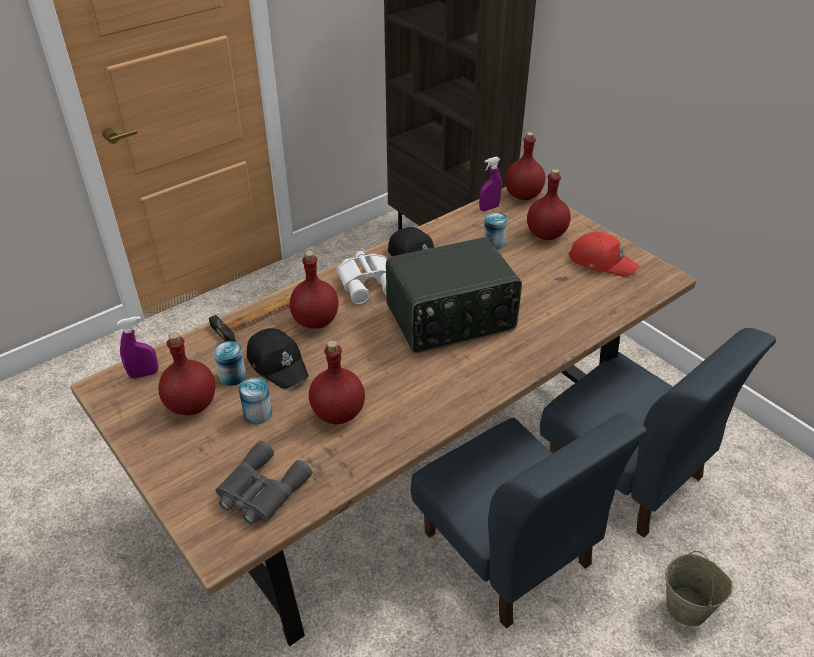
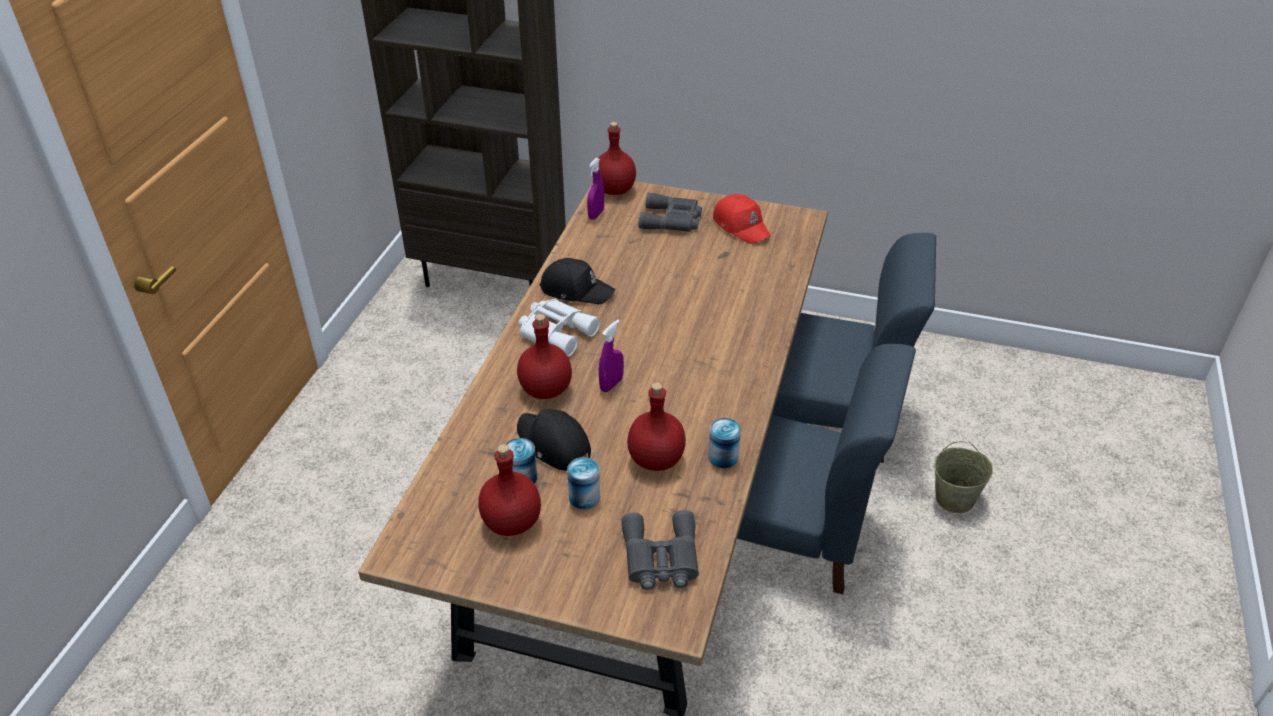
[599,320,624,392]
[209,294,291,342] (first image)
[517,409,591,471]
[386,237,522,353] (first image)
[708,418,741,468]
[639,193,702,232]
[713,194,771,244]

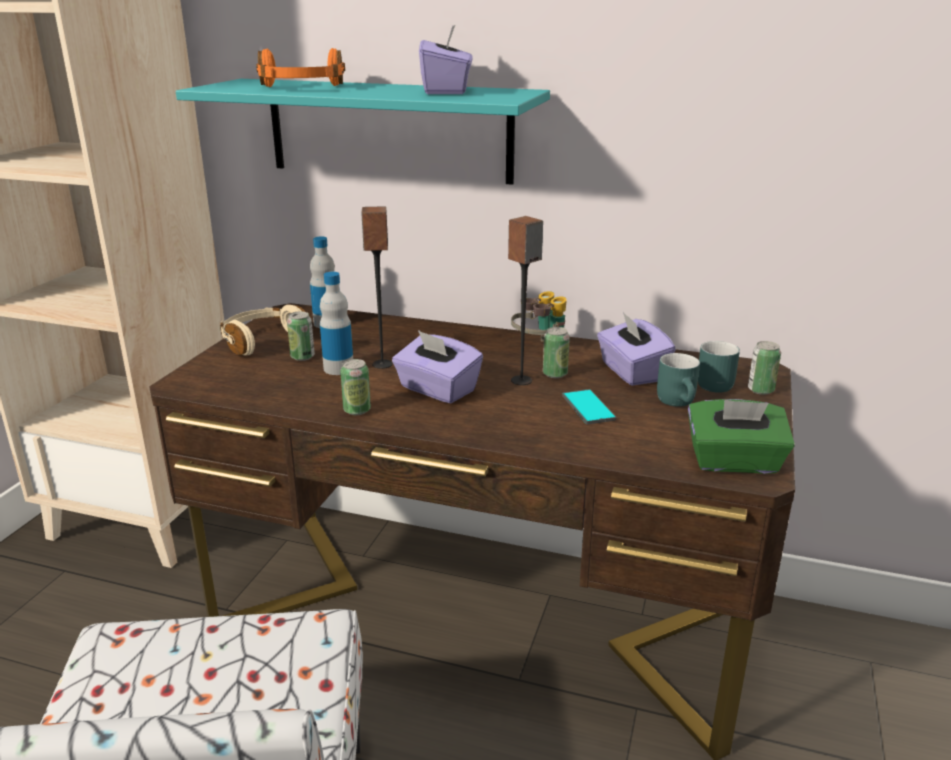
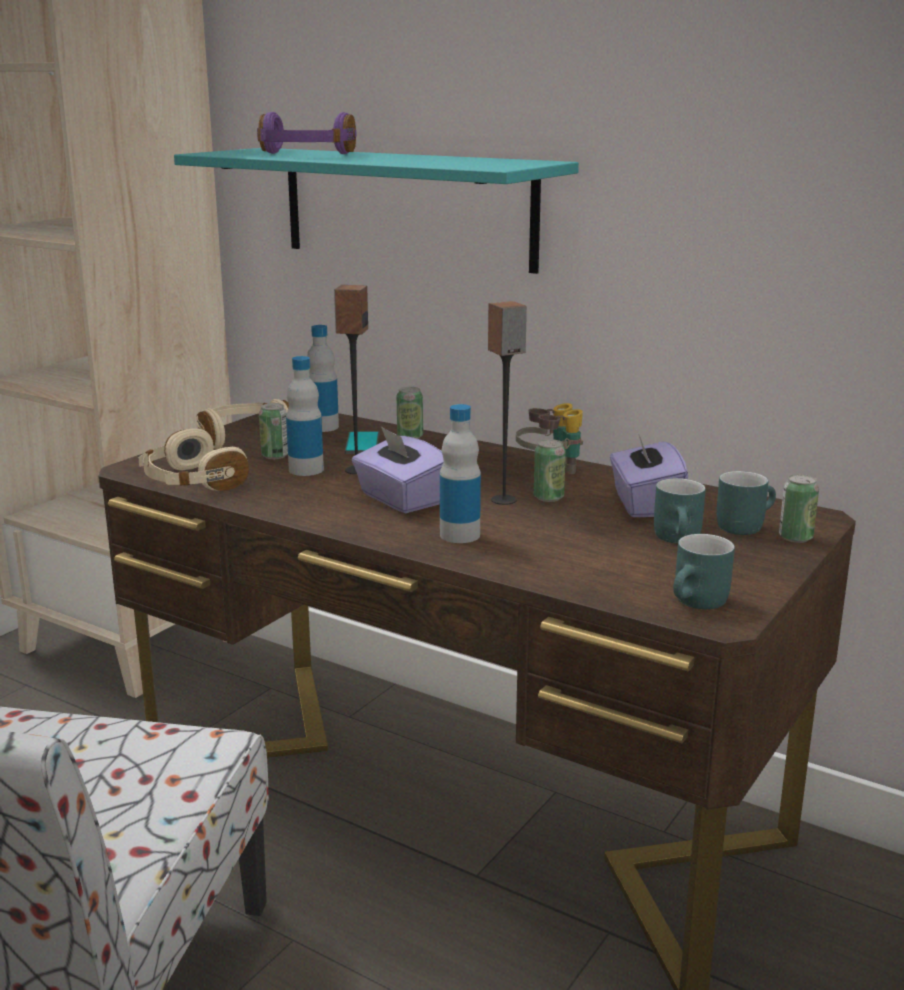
[257,112,356,154]
[397,387,423,439]
[419,24,473,94] (first image)
[345,431,379,454]
[673,534,735,609]
[139,429,249,491]
[440,404,481,543]

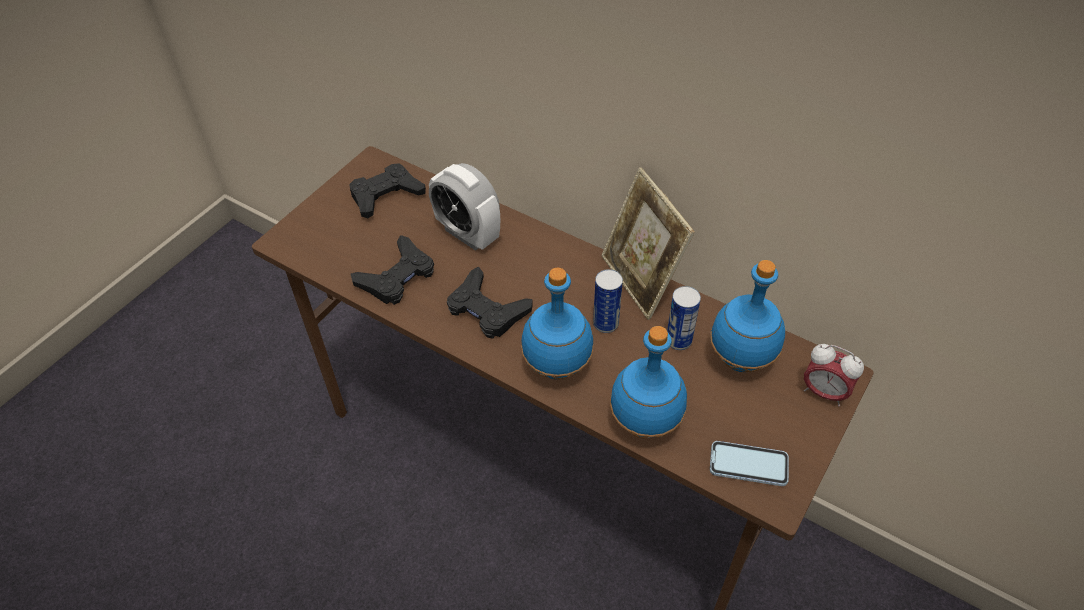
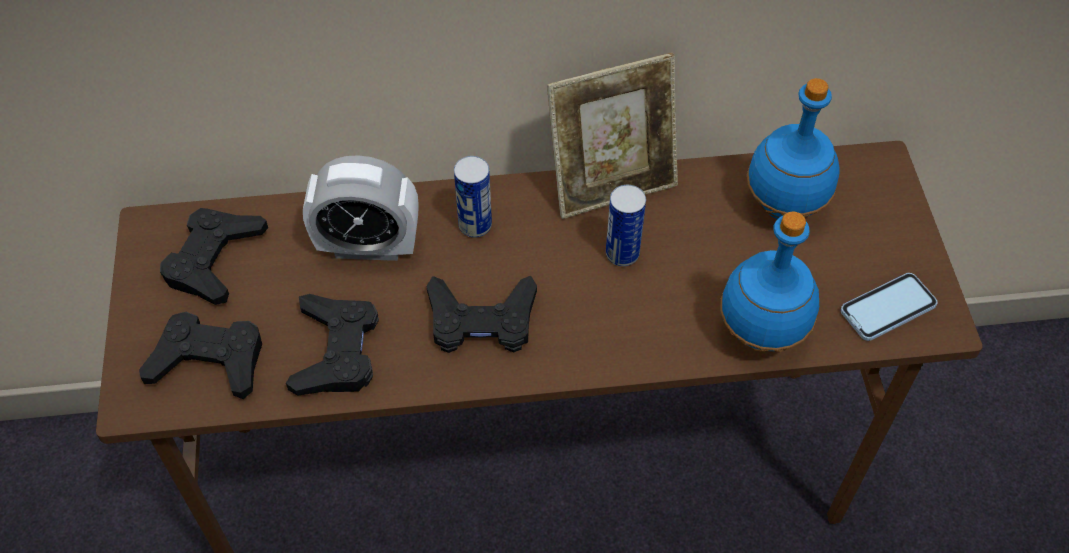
[521,268,594,380] (first image)
[547,53,678,219]
[454,156,492,238]
[804,344,864,407] (first image)
[139,312,262,399]

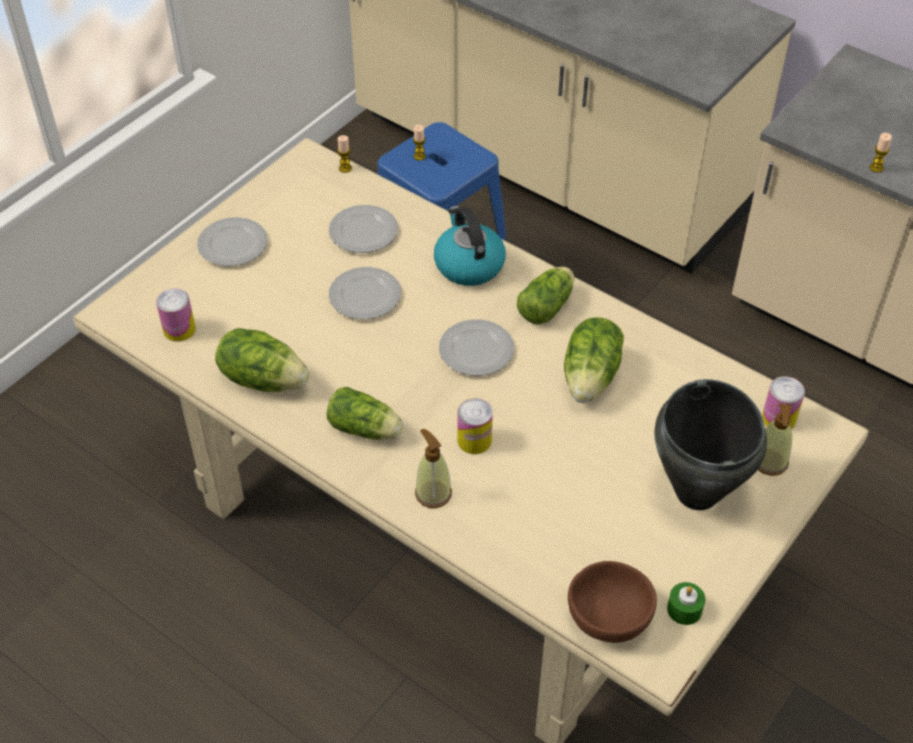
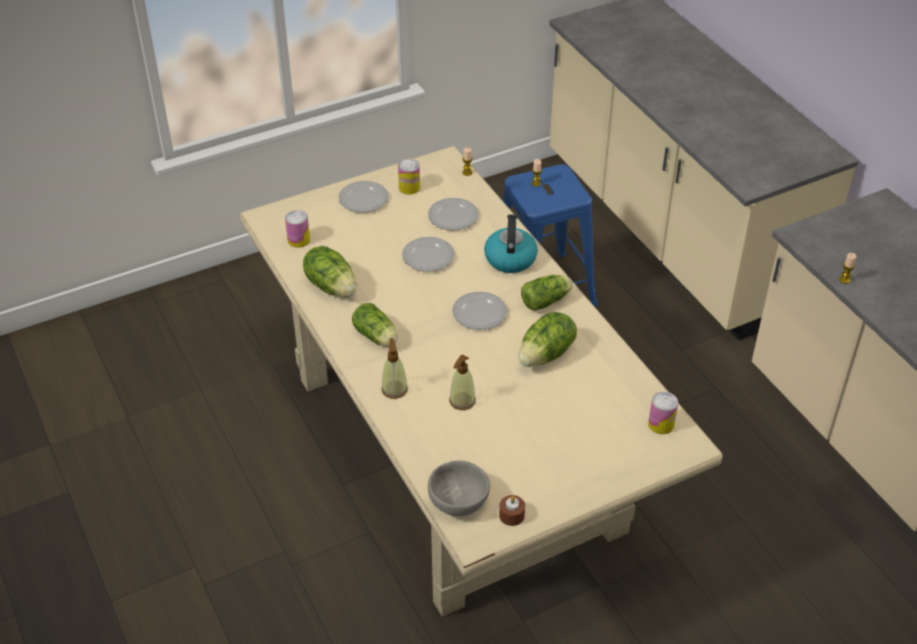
[398,159,420,195]
[428,461,490,516]
[654,379,767,510] (first image)
[499,495,525,526]
[449,354,476,410]

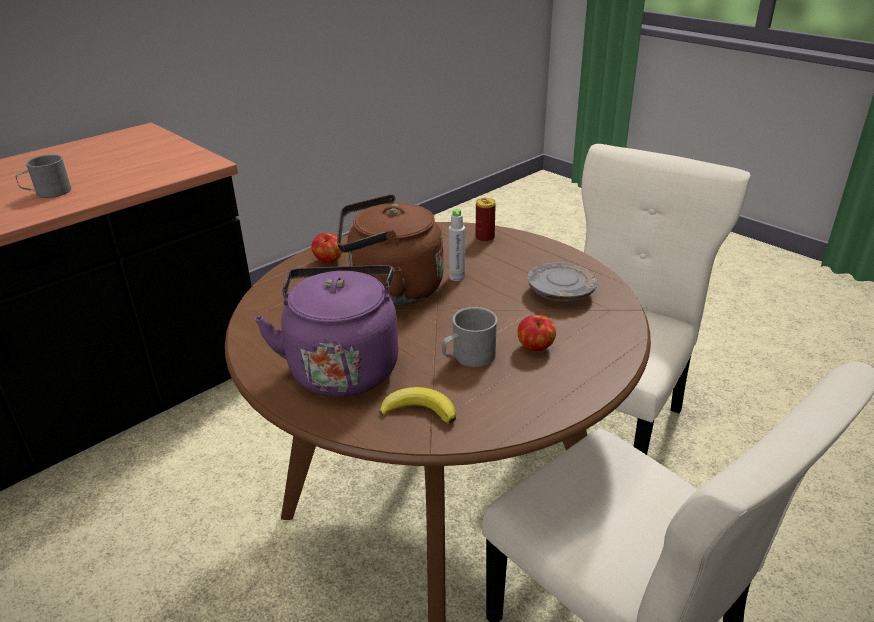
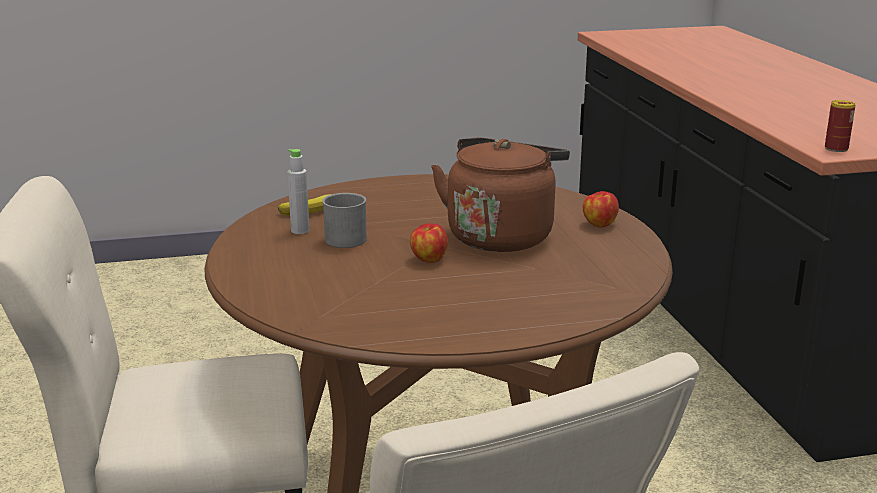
[16,154,71,198] (first image)
[254,265,398,397] (first image)
[288,149,309,234]
[825,100,856,152]
[410,223,448,263]
[527,262,598,302] (first image)

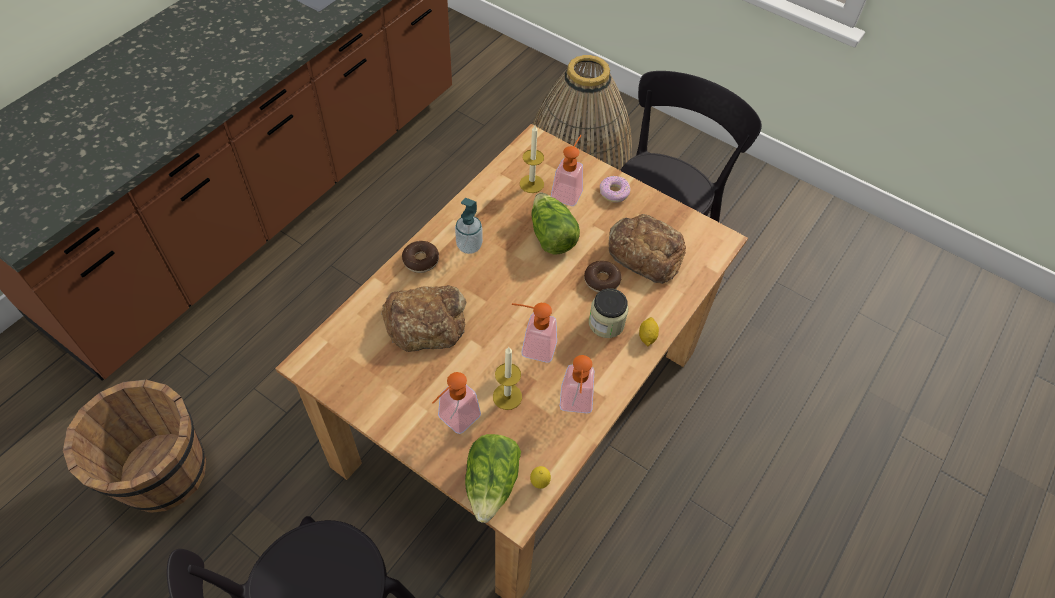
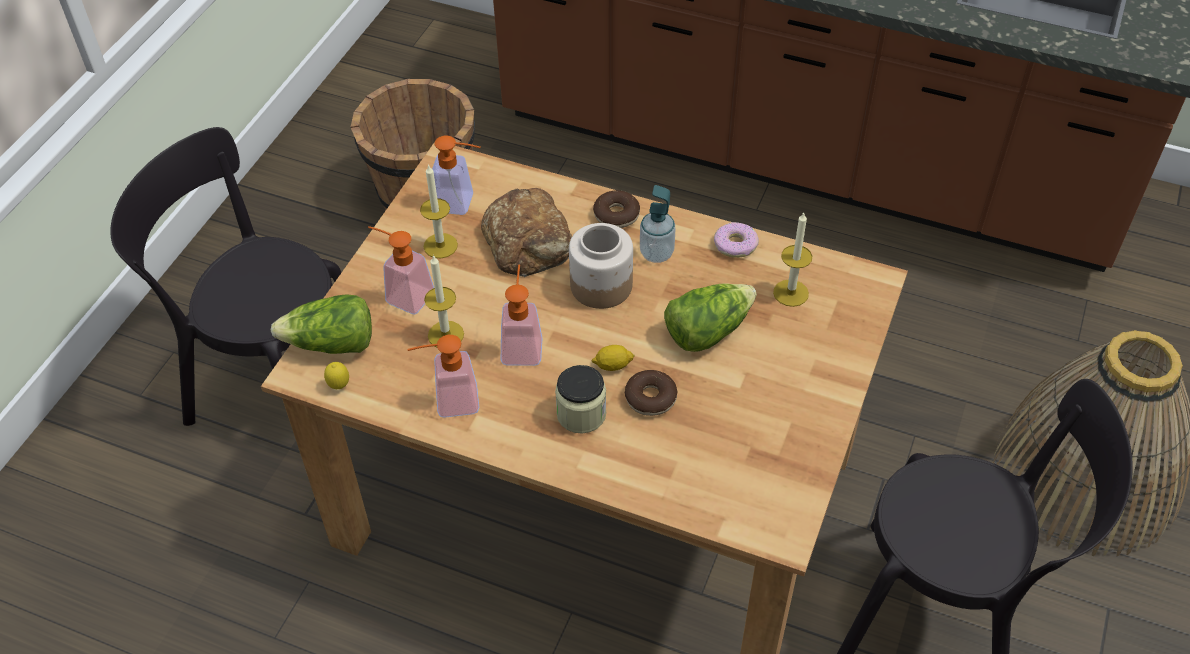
[432,136,481,215]
[714,222,759,258]
[608,214,686,284] (first image)
[592,345,635,371]
[420,164,458,258]
[569,223,633,309]

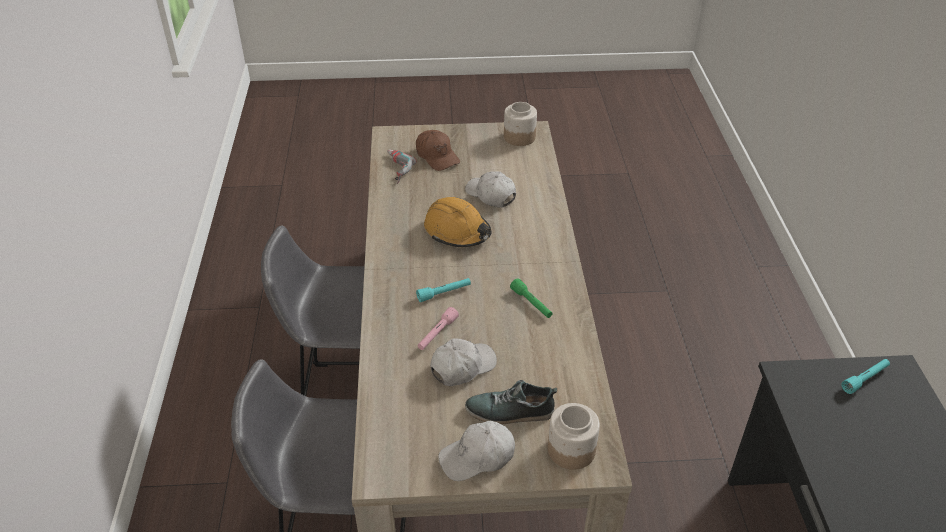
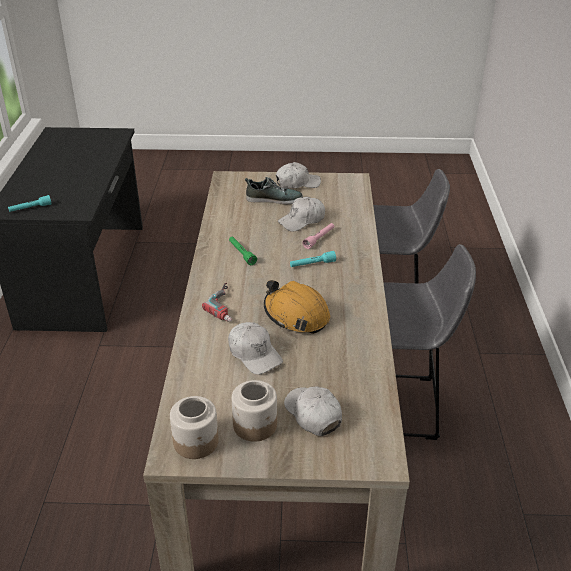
[202,283,232,322]
[284,386,342,436]
[232,380,277,442]

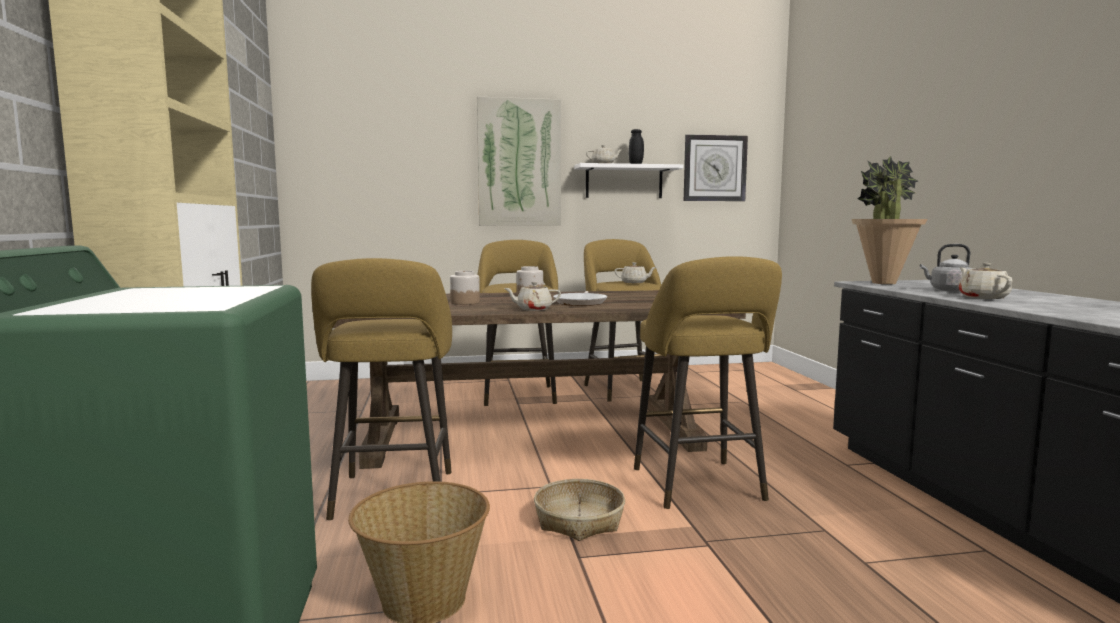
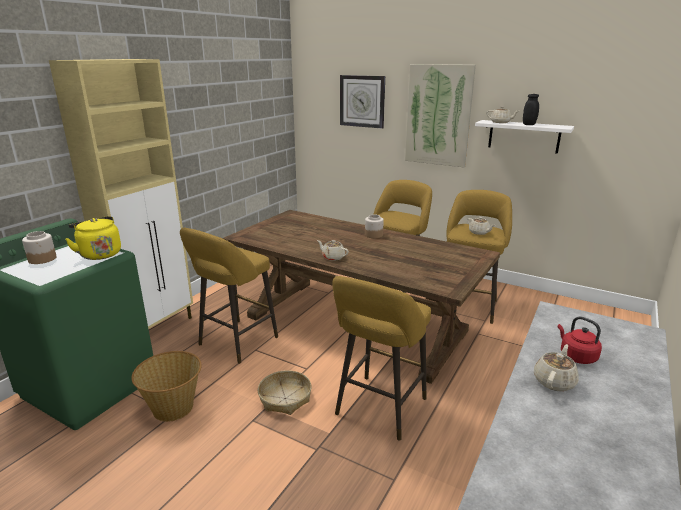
[22,231,57,264]
[553,291,607,306] (first image)
[340,75,385,128]
[852,156,927,284] (first image)
[557,316,602,364]
[65,216,121,260]

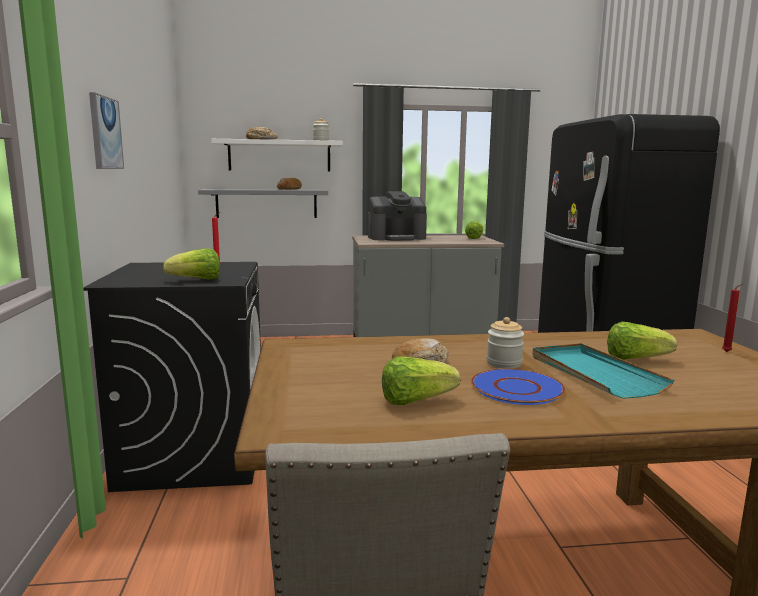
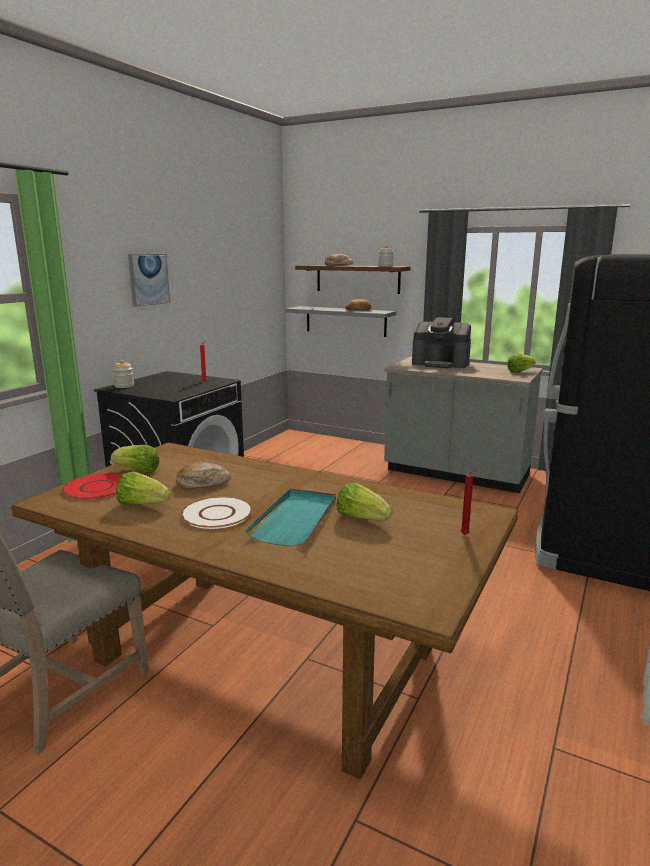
[111,445,160,473]
[295,265,411,294]
[181,497,253,529]
[112,360,134,388]
[62,473,122,500]

